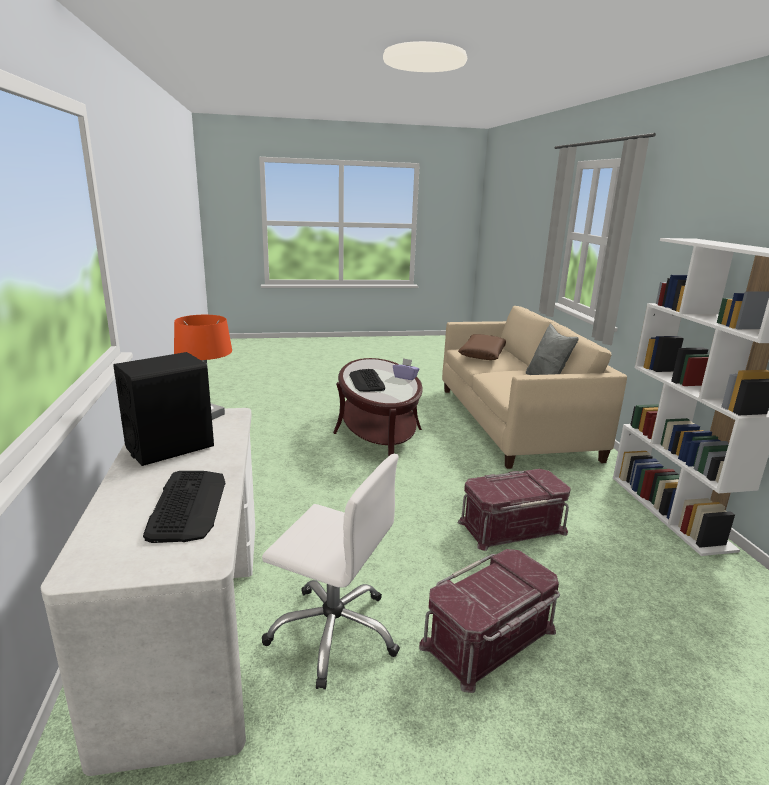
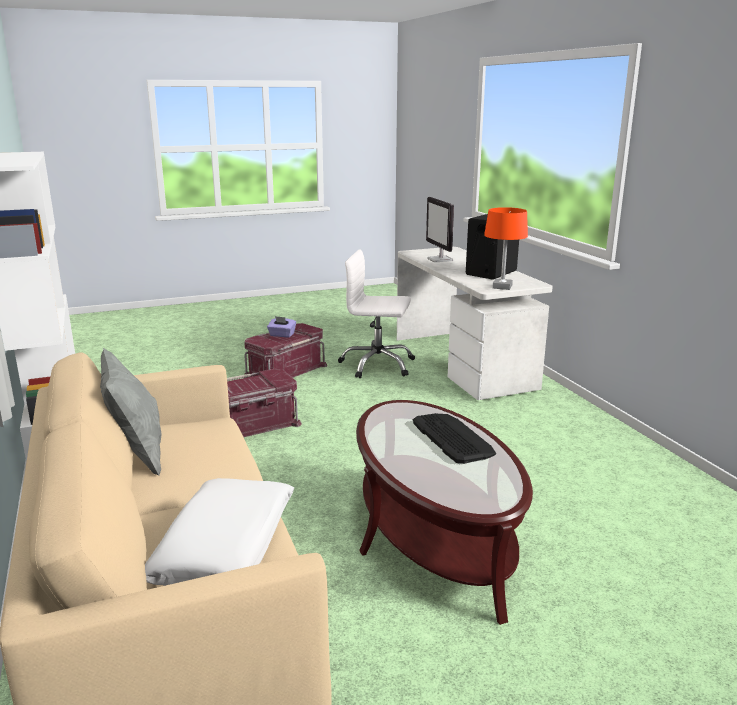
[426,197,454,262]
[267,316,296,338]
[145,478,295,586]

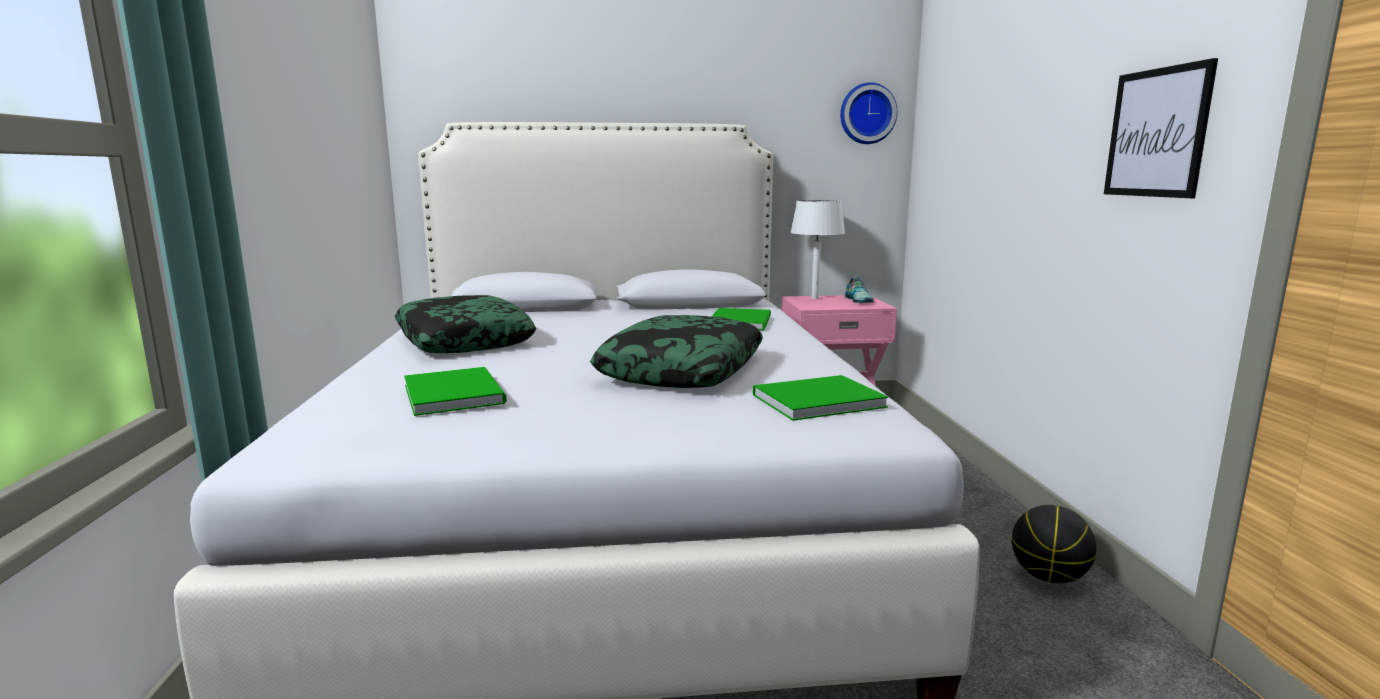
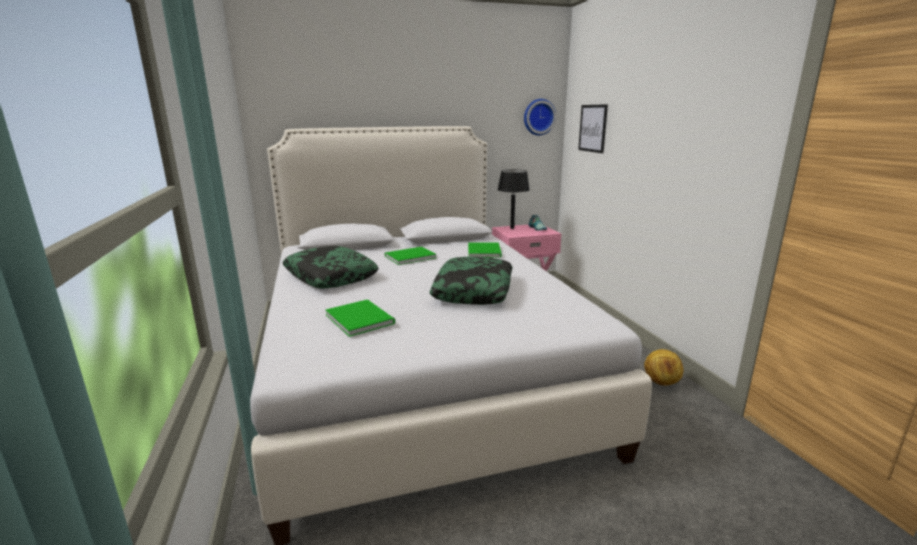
[385,247,436,265]
[498,169,530,229]
[644,349,684,386]
[578,104,608,153]

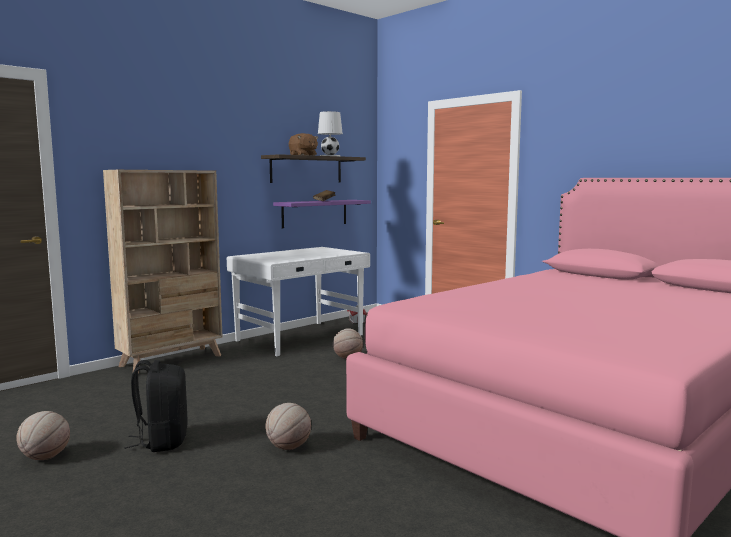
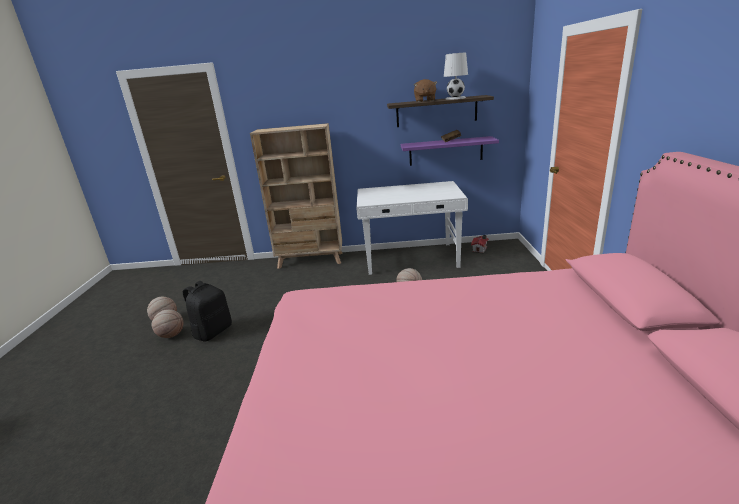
[152,309,184,338]

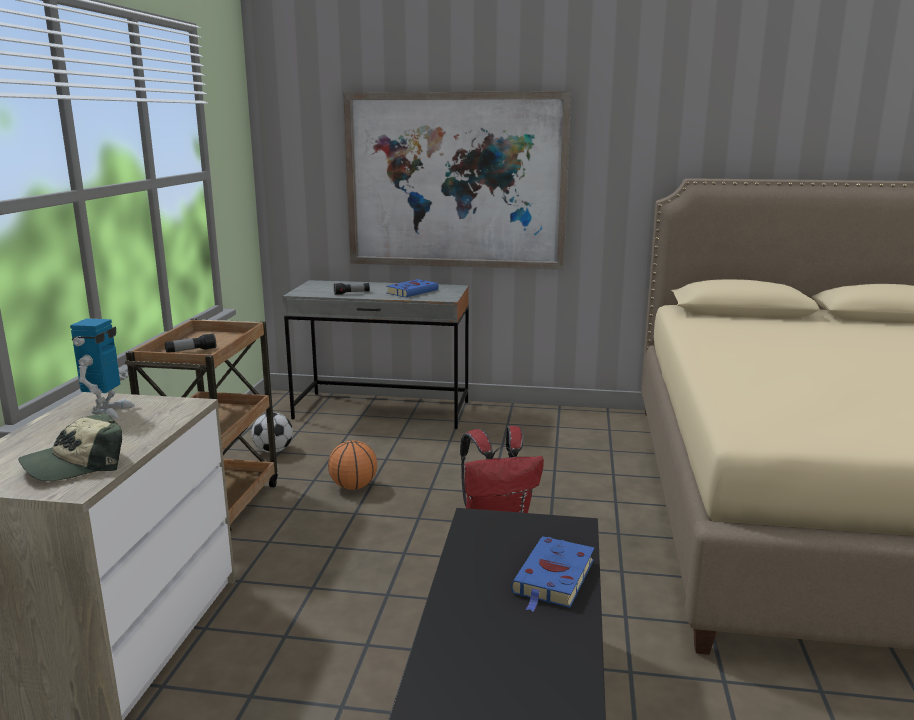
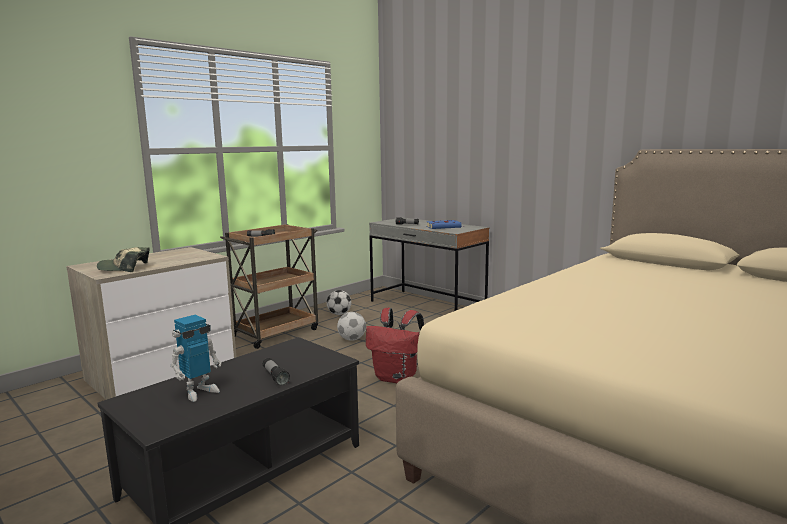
[170,315,221,402]
[337,312,366,341]
[343,91,571,270] (first image)
[263,358,290,386]

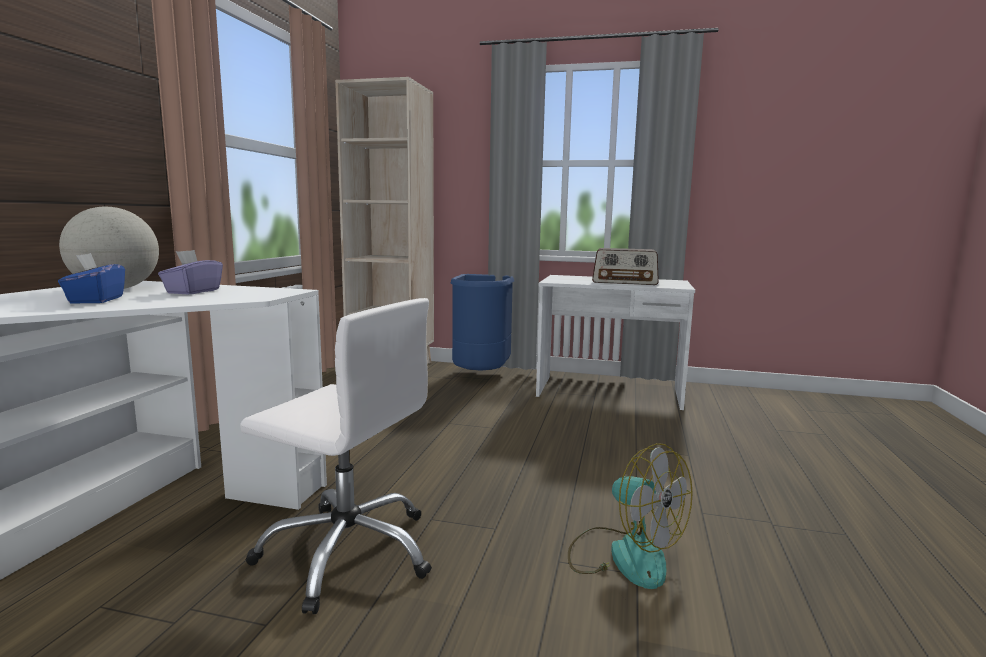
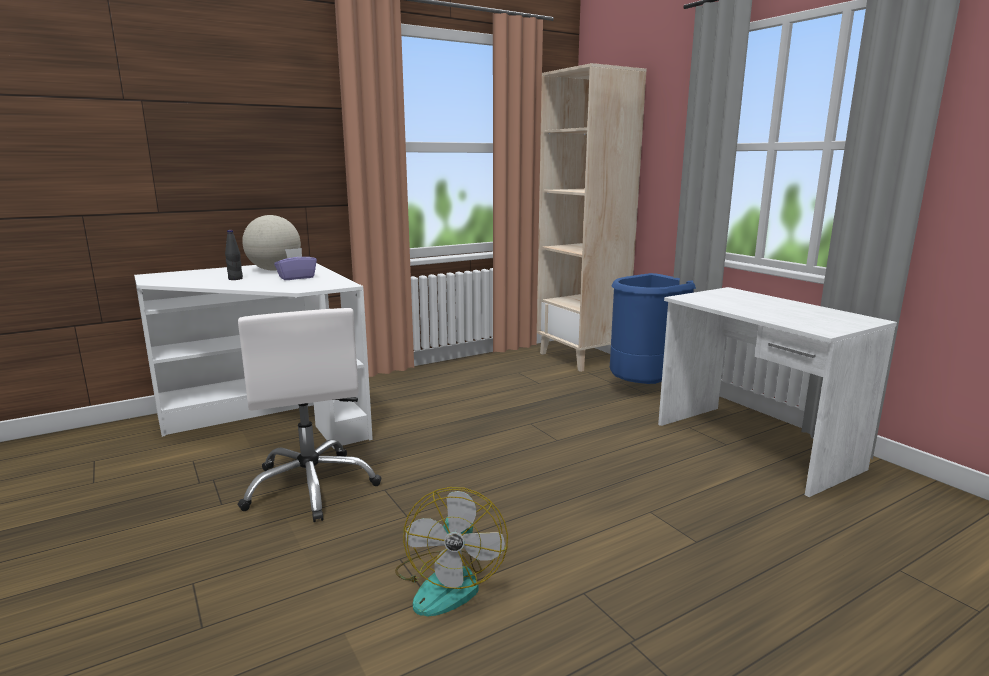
[225,230,243,280]
[592,248,659,285] (first image)

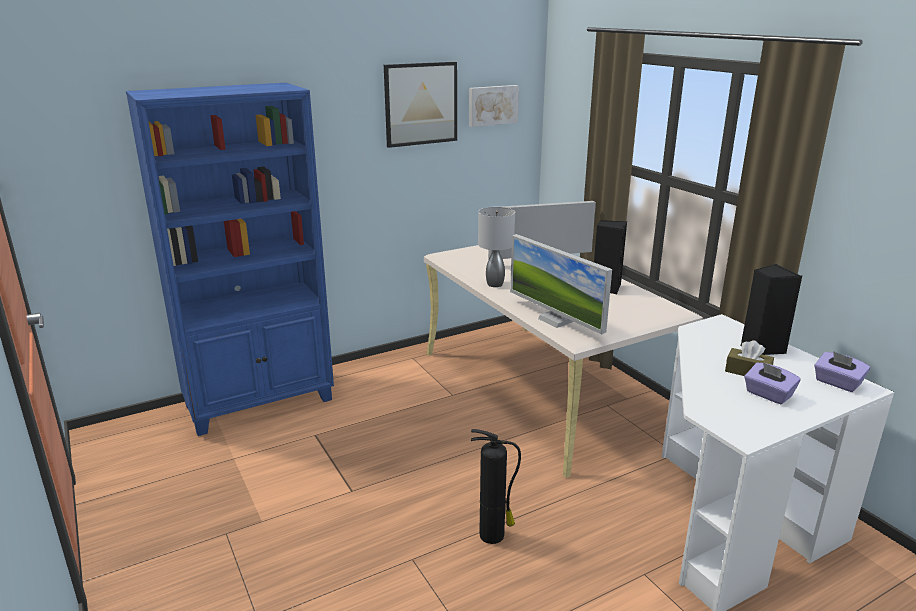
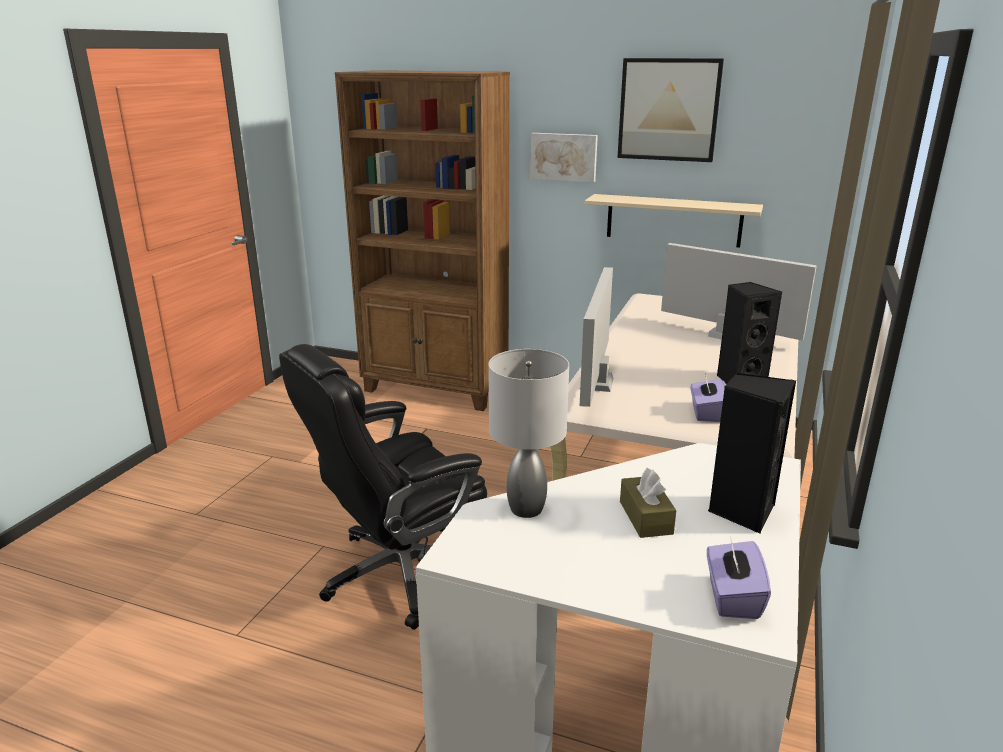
[335,70,510,411]
[530,133,598,182]
[279,344,487,630]
[488,349,569,518]
[691,373,726,422]
[585,194,763,248]

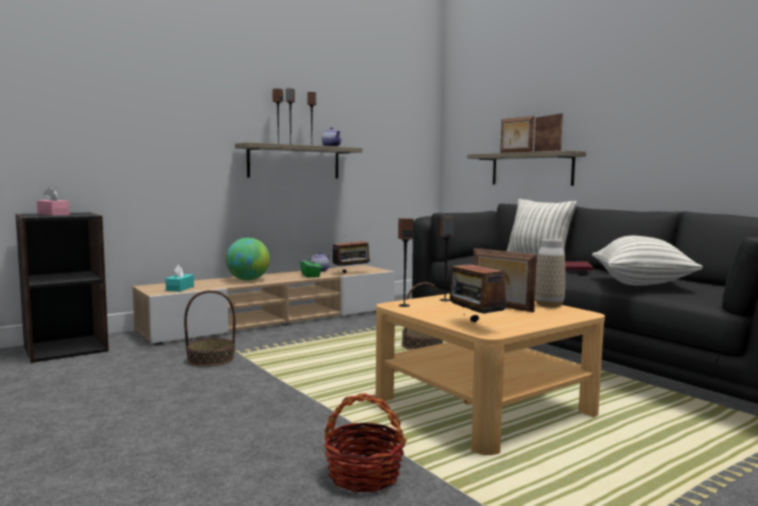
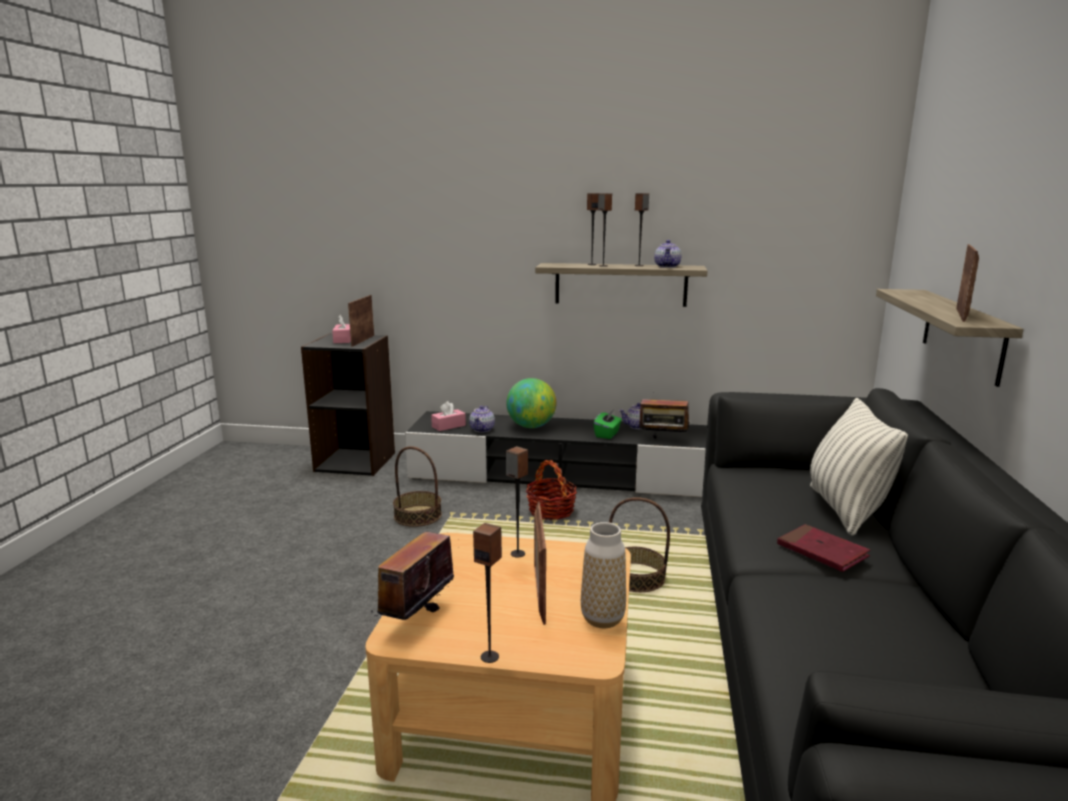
[405,411,707,497]
[431,401,466,431]
[526,460,577,520]
[473,523,502,663]
[348,295,374,347]
[592,236,703,286] (first image)
[469,406,495,433]

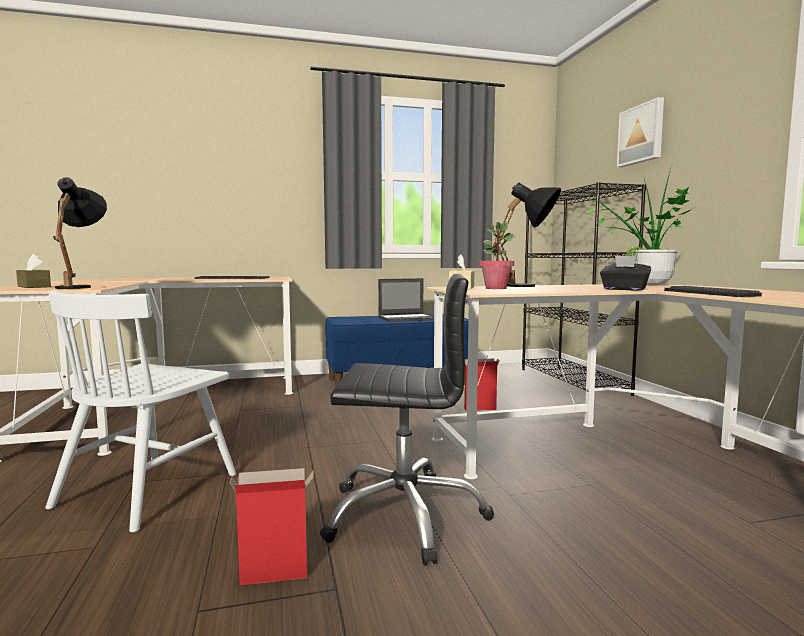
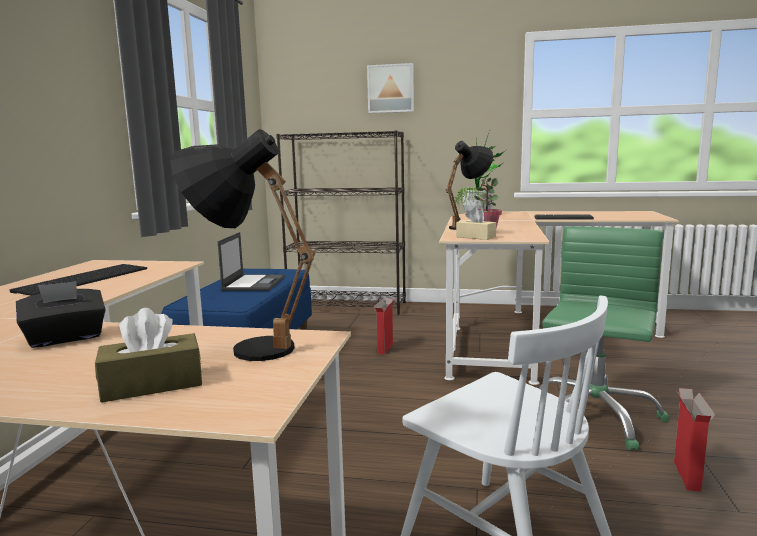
[539,226,670,451]
[16,281,106,348]

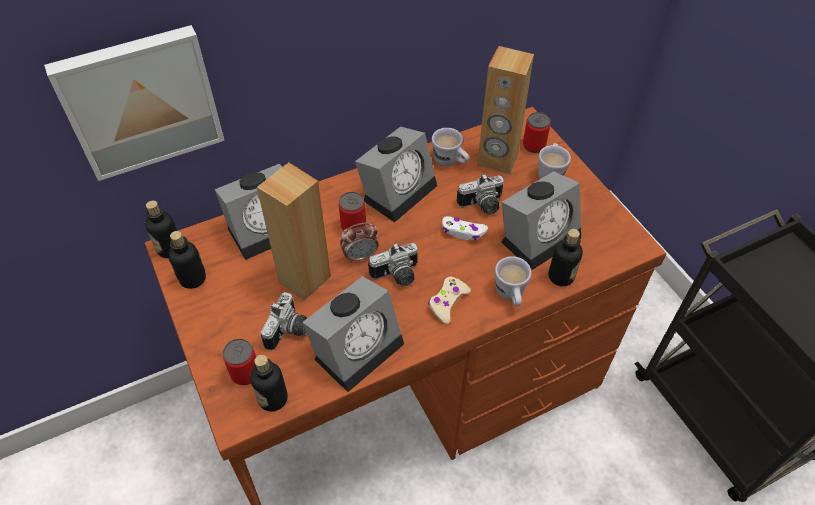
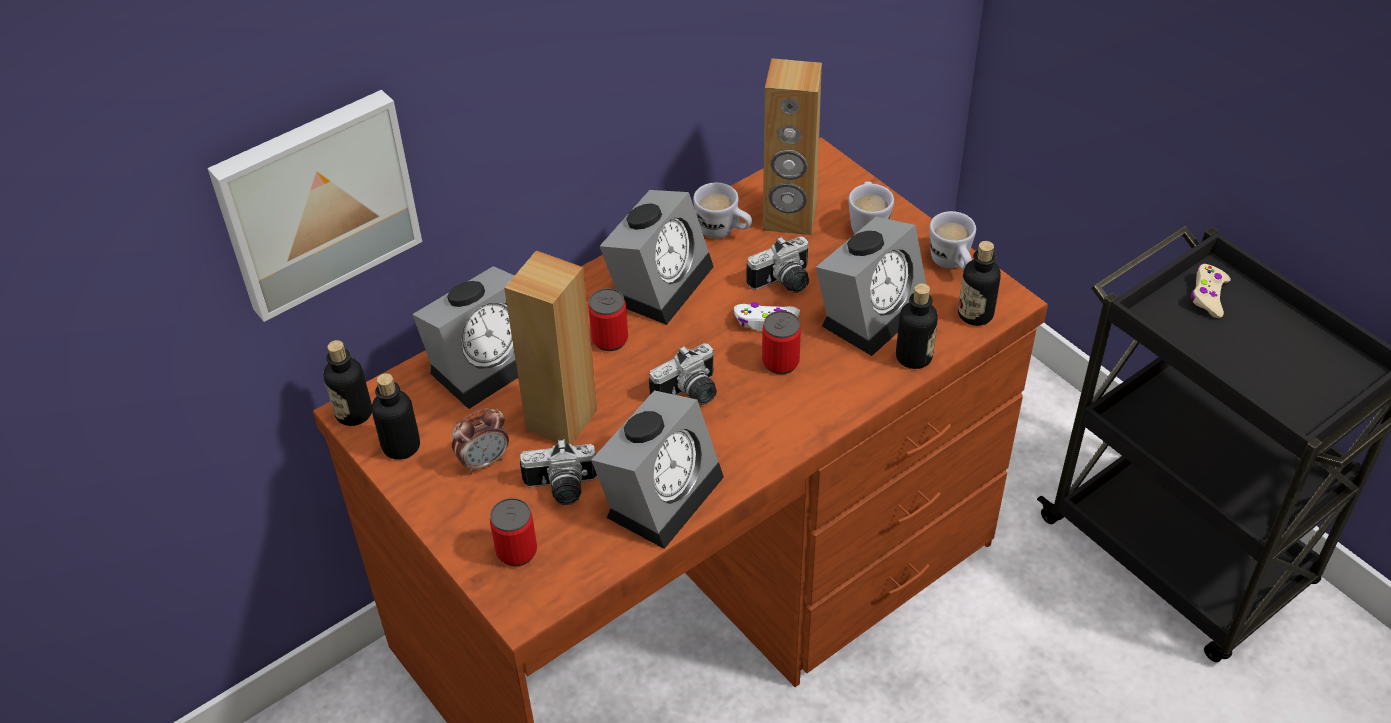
[958,241,1001,326]
[520,439,597,505]
[452,408,509,474]
[1191,264,1231,318]
[929,211,976,270]
[762,311,801,375]

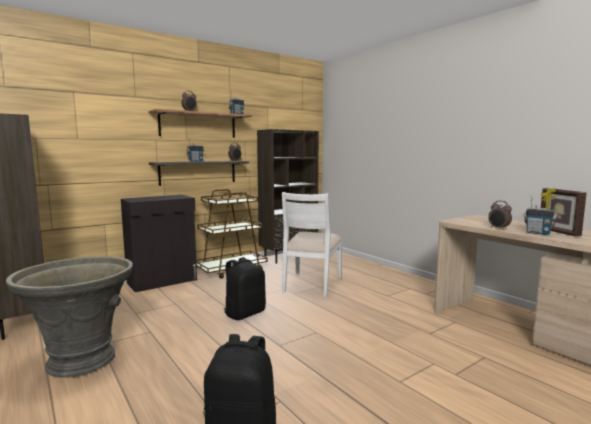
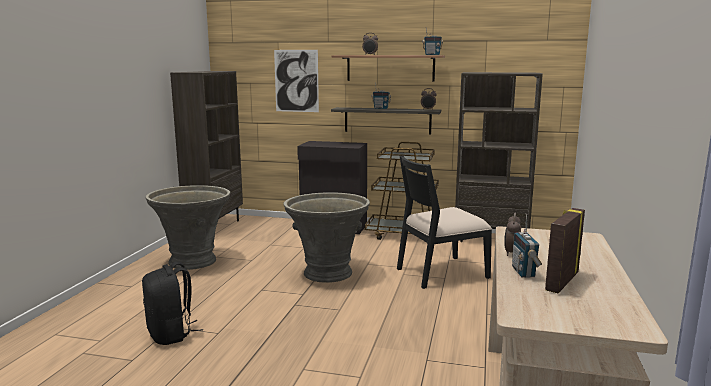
[284,192,370,283]
[397,155,492,289]
[274,50,319,112]

